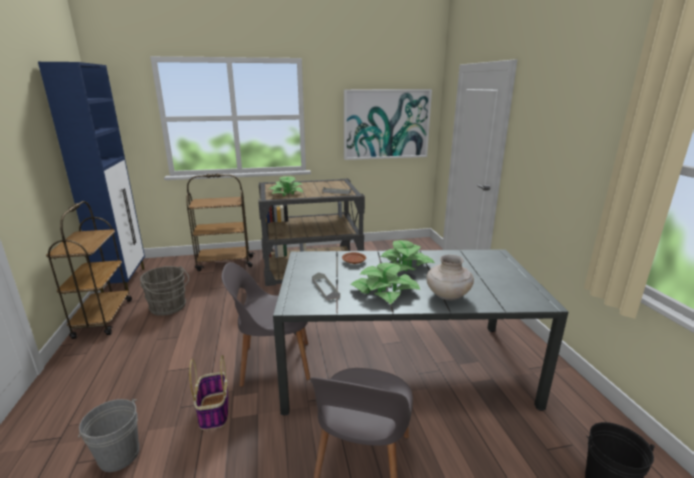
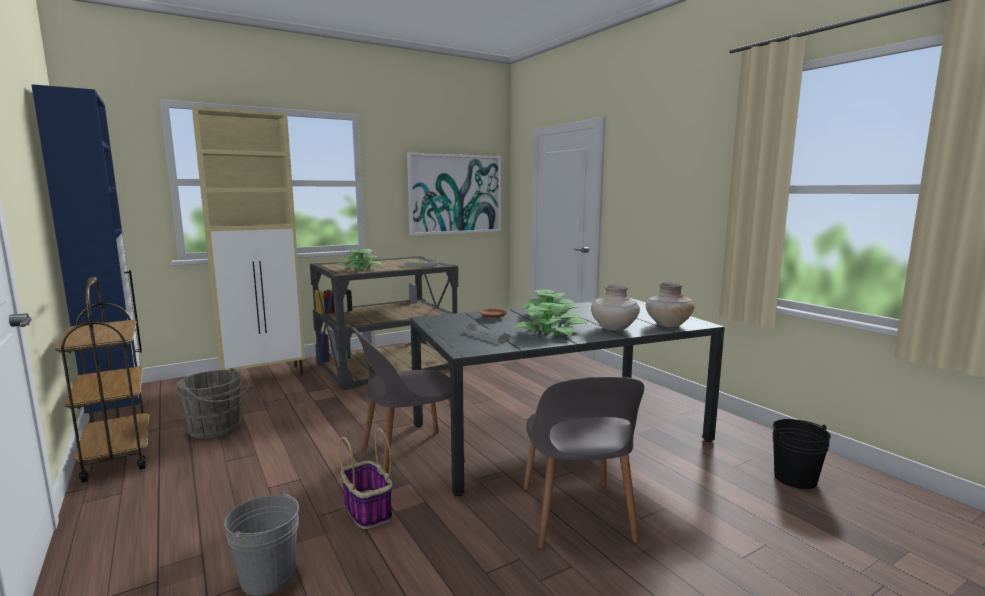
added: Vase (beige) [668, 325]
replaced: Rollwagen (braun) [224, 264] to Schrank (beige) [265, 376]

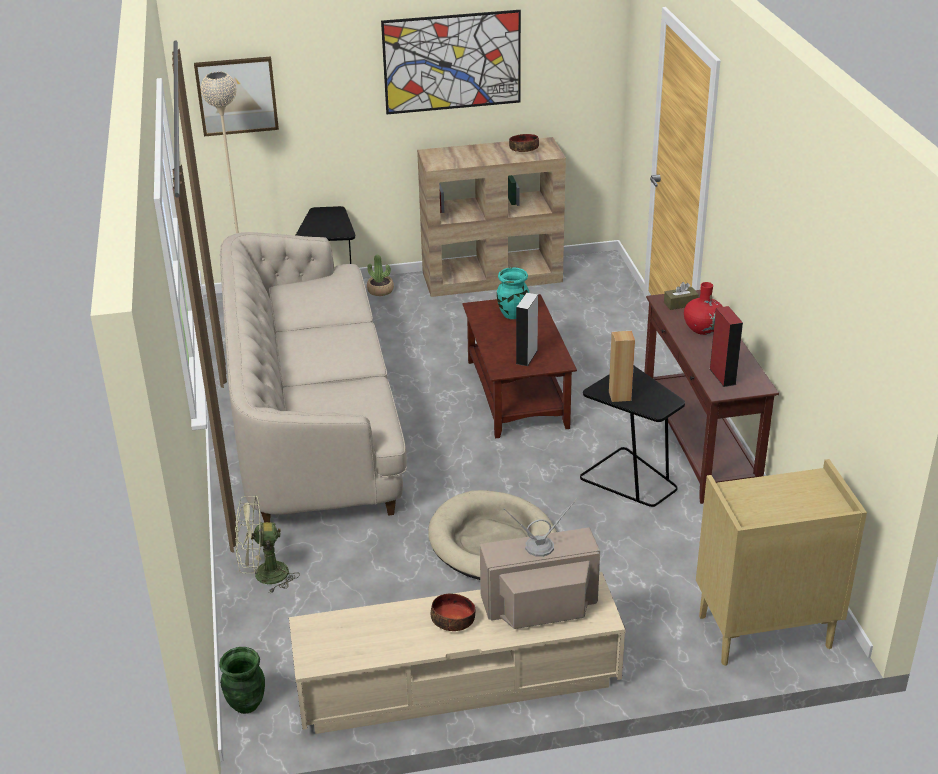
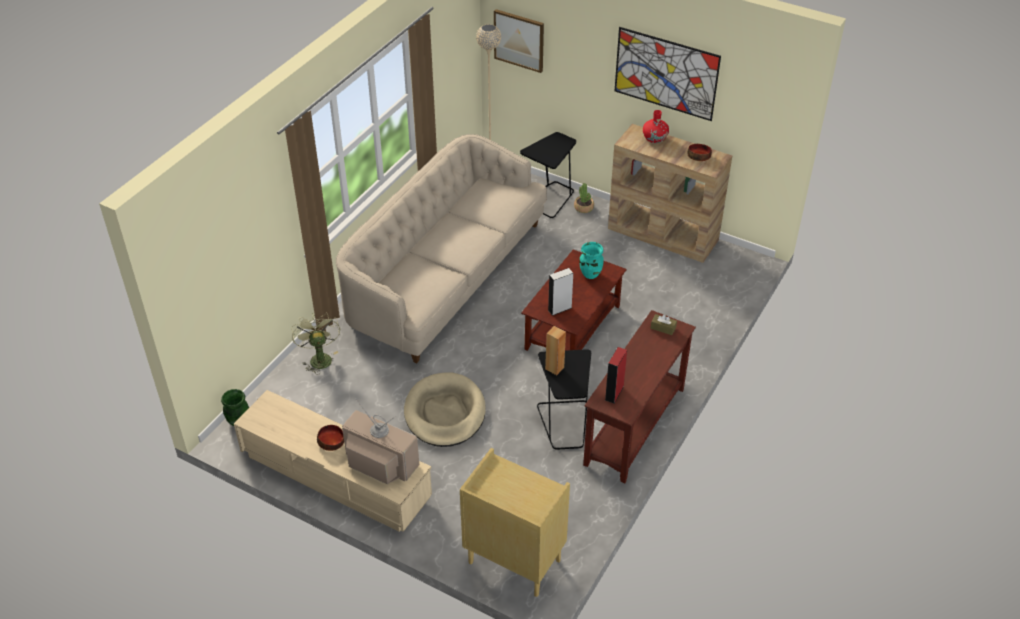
moved: Vase (rot) [702, 329] to [654, 139]
turned: Ventilator (grün) [263, 576] = [319, 358] 45 degrees clockwise

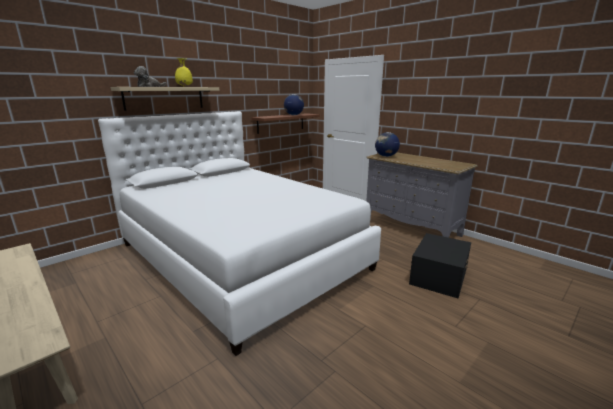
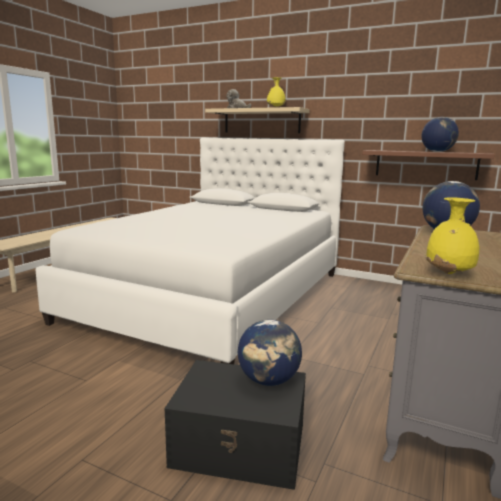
added: Globus [269, 381]; Vase (gelb) [449, 274]

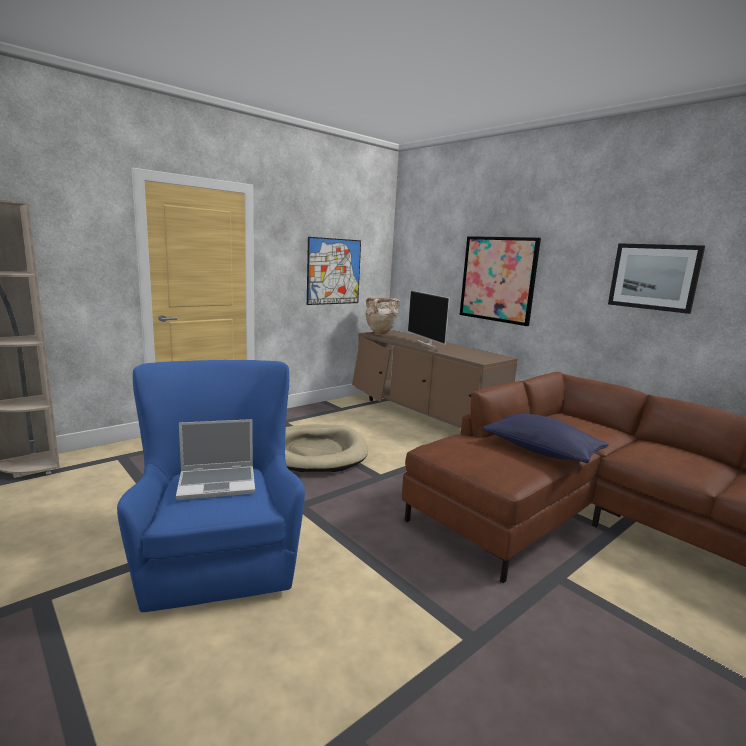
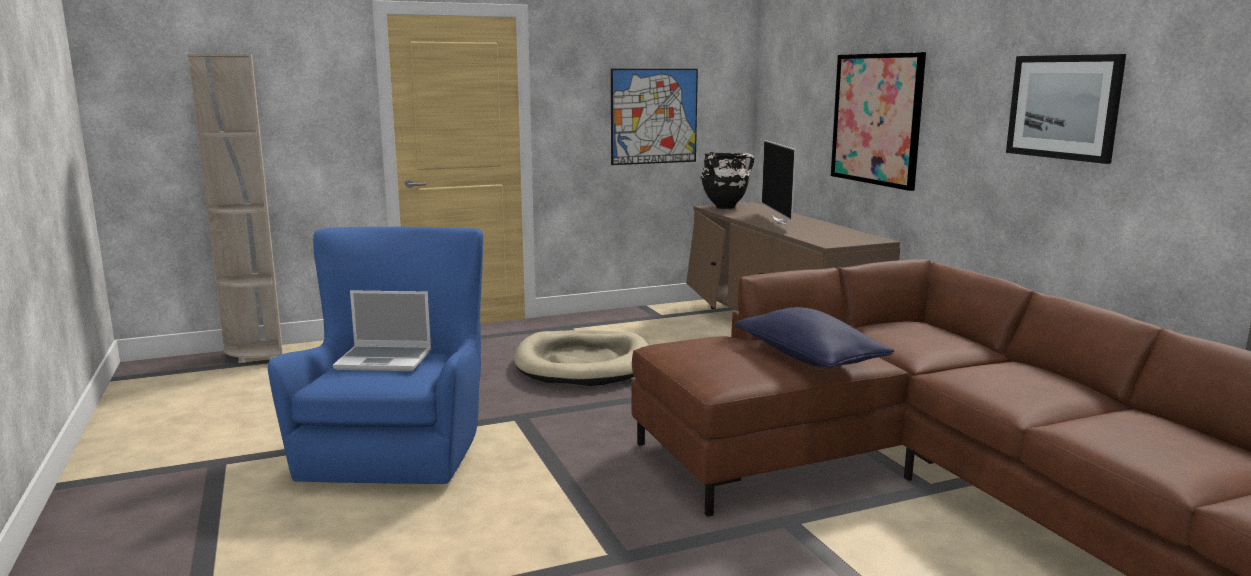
recoloured: Vase (beige) [379, 334] to Vase (schwarz) [723, 208]

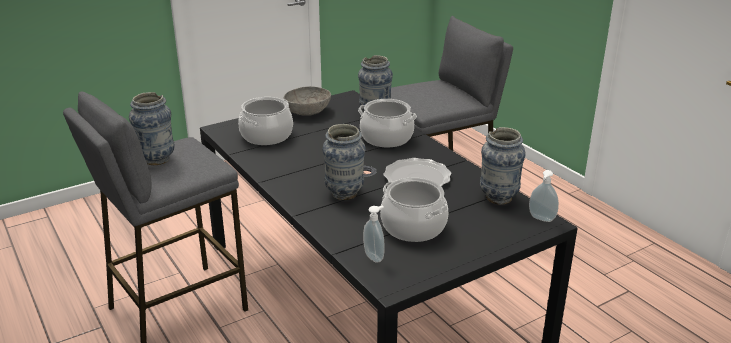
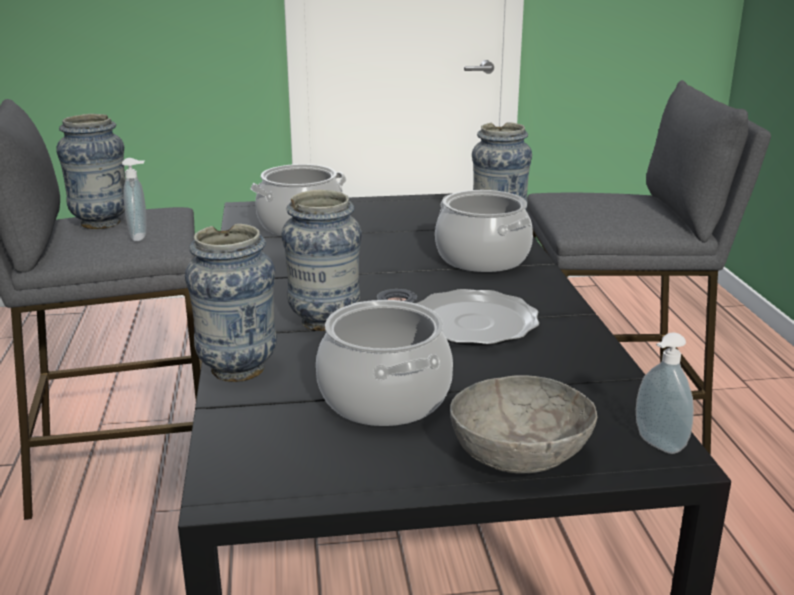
moved: Seifenspender [374, 257] to [141, 236]; Vase [498, 198] to [238, 369]; Schüssel (grau) [308, 111] to [520, 454]

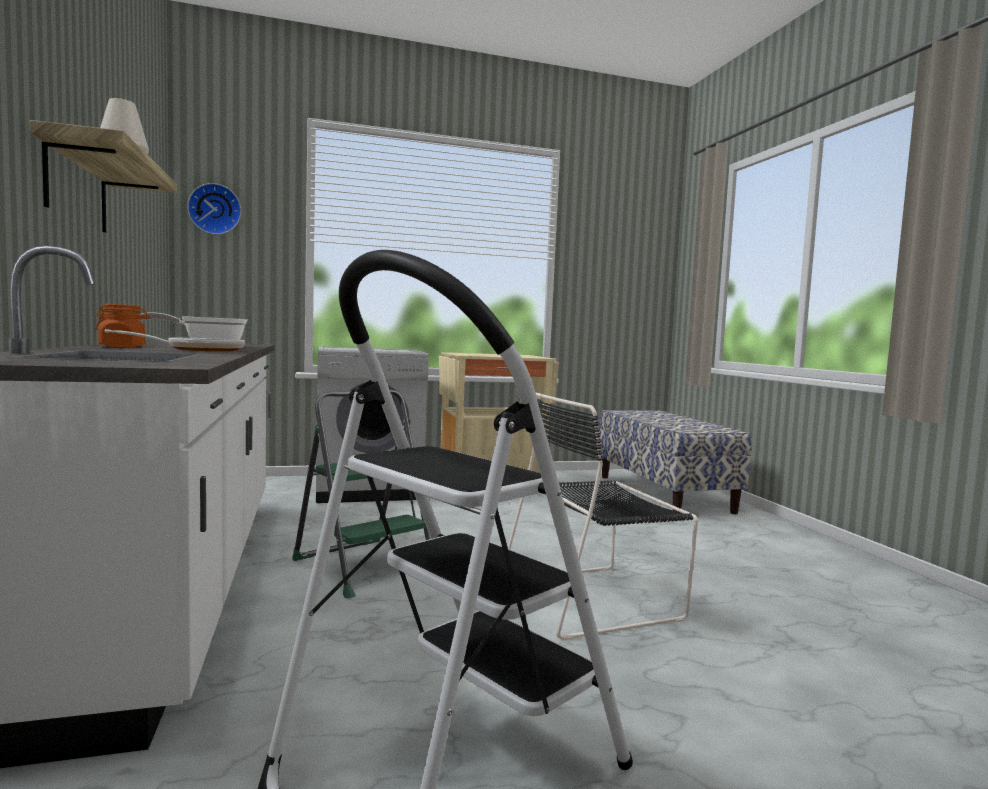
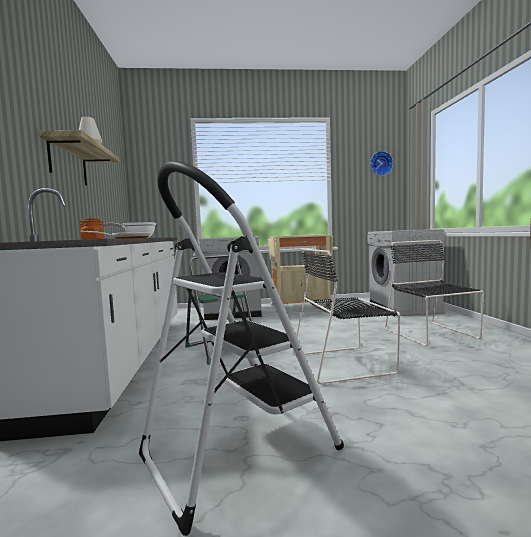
added: Stuhl (schwarz) [432, 334]
moved: Wanduhr [215, 209] to [380, 163]
replaced: Bank [663, 493] to Waschmaschine (weiß) [402, 308]

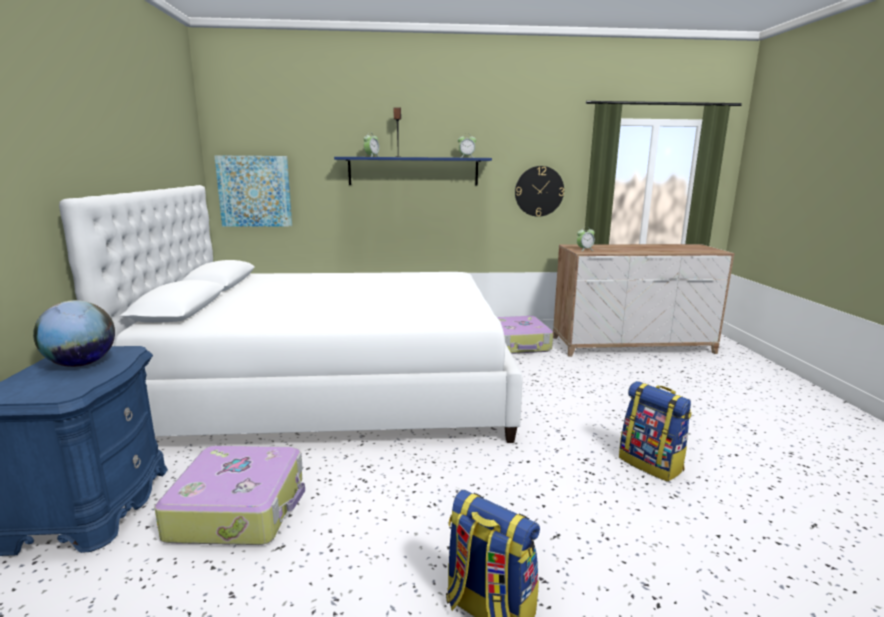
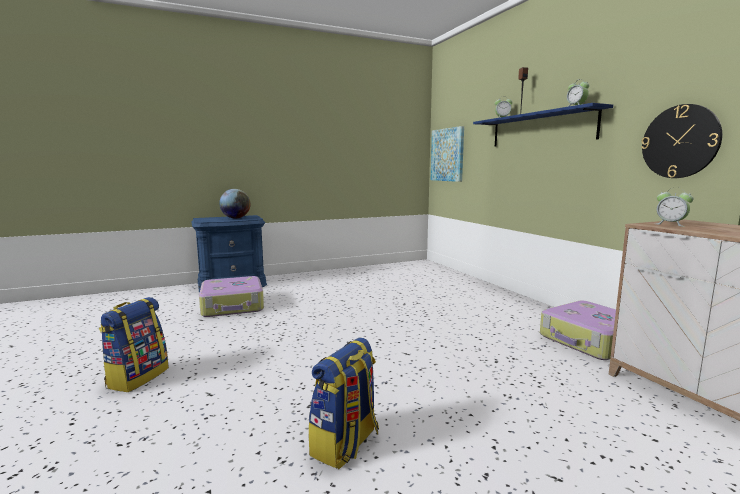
removed: Bett (weiß) [335, 389]

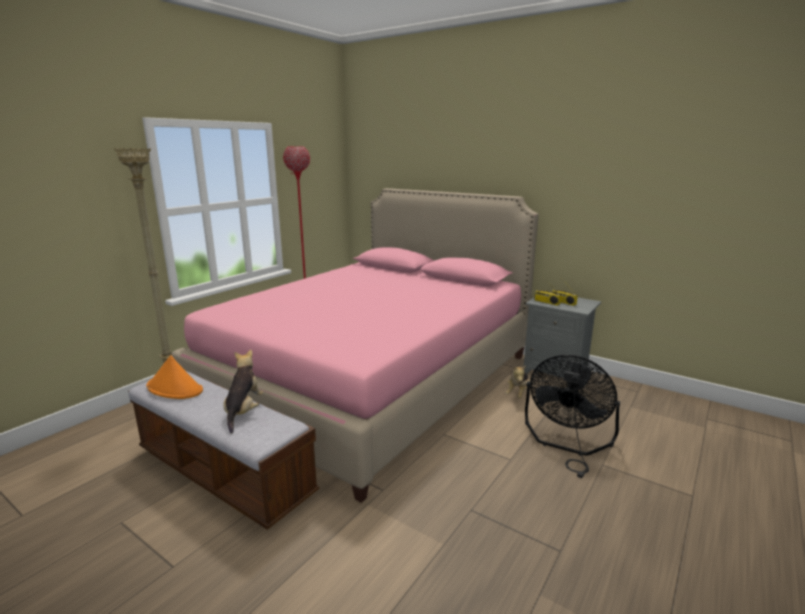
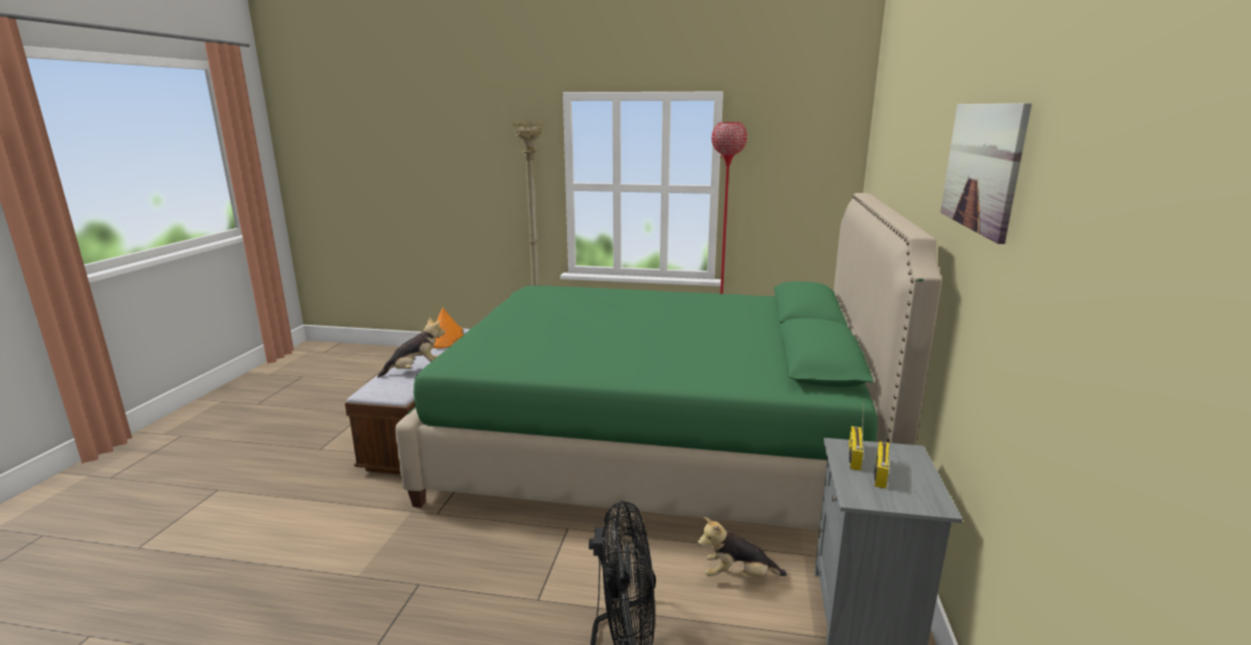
added: Bild [982, 166]
recoloured: Bett (rosa) [373, 381] to Bett (grün) [658, 445]

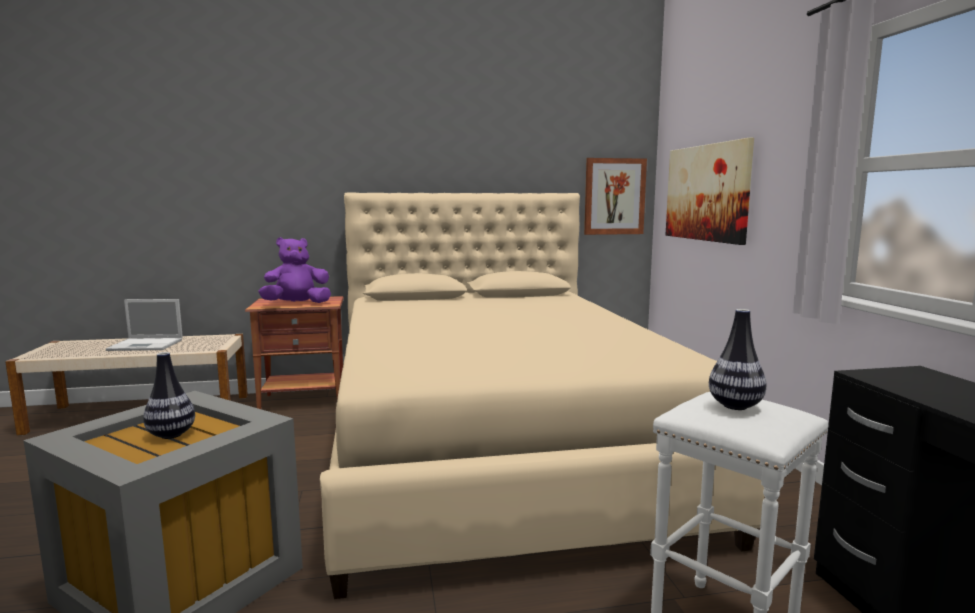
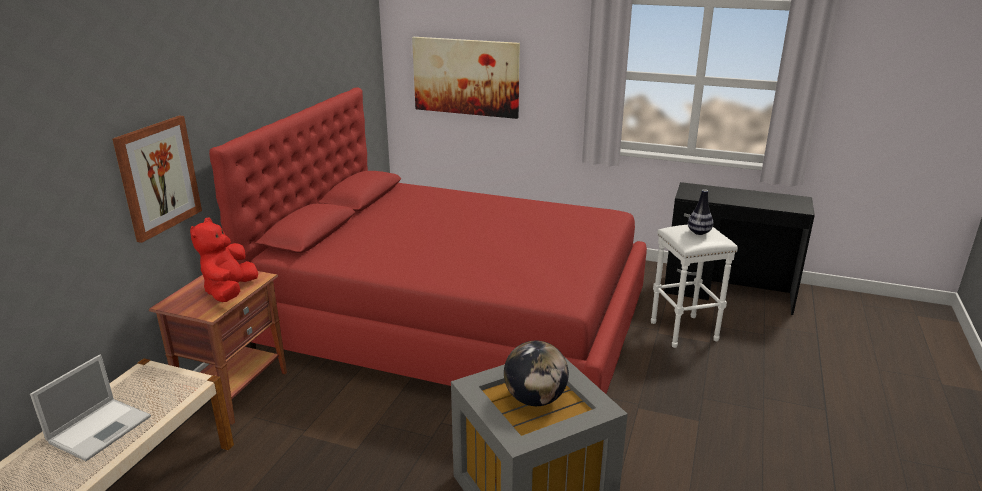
moved: Bild [614, 196] to [158, 177]
replaced: Vase [171, 435] to Globus [535, 399]
recoloured: Plüschtier (lila) [297, 304] to Plüschtier (rot) [230, 292]; Bett (beige) [496, 446] to Bett (rot) [454, 323]

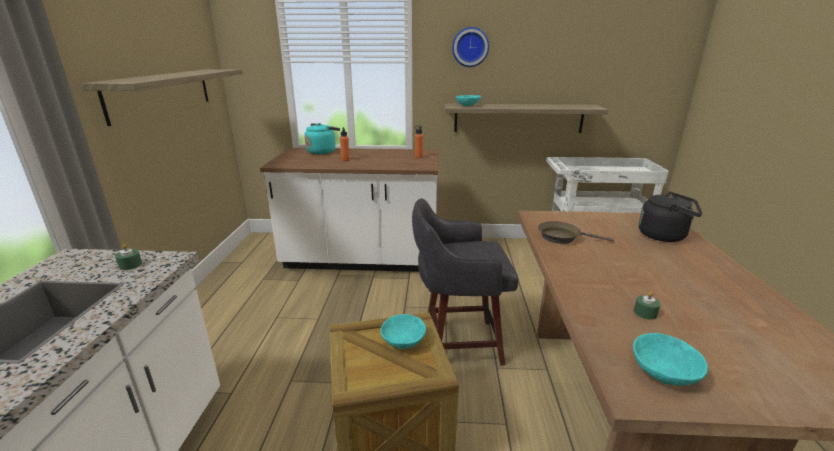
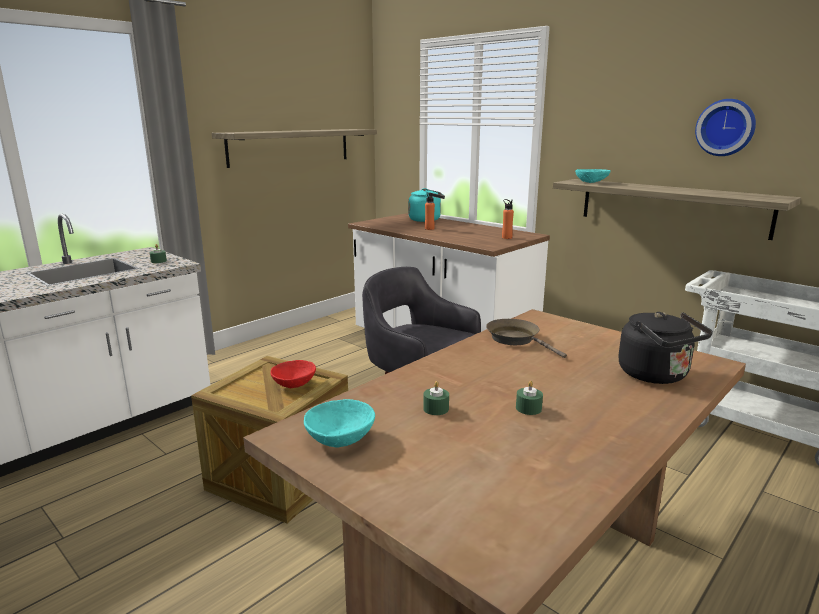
added: Kerze (grün) [528, 408]
moved: Wanduhr [470, 47] to [726, 127]
recoloured: Schüssel (türkis) [403, 341] to Schüssel (rot) [294, 384]

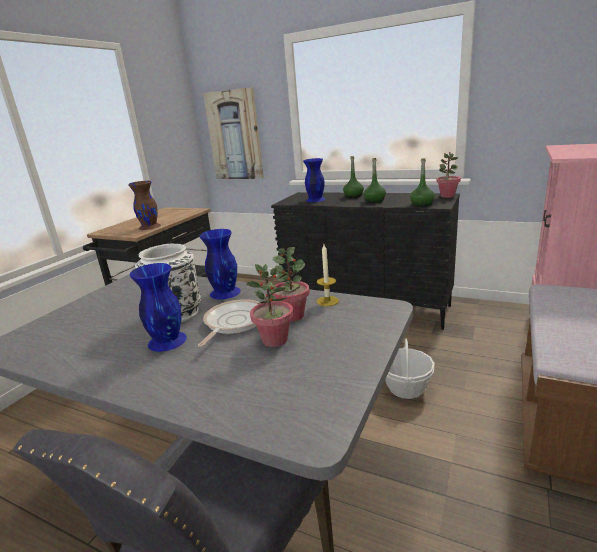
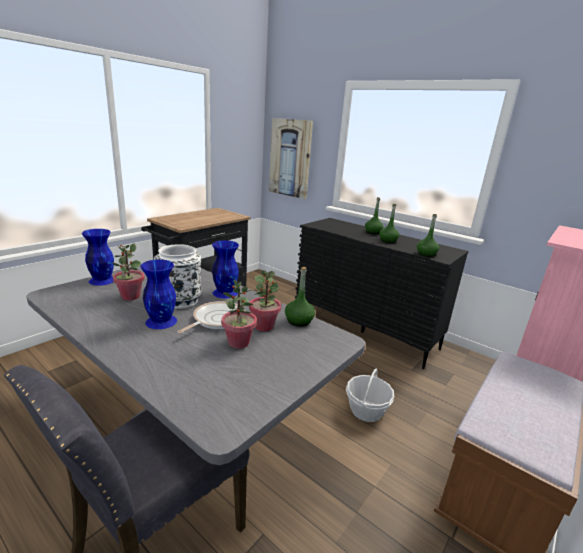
removed: Vase (braun) [150, 226]
moved: Vase (blau) [315, 199] to [102, 280]; Topfpflanze [447, 196] to [130, 296]
replaced: Kerze [327, 301] to Flasche (grün) [299, 321]

